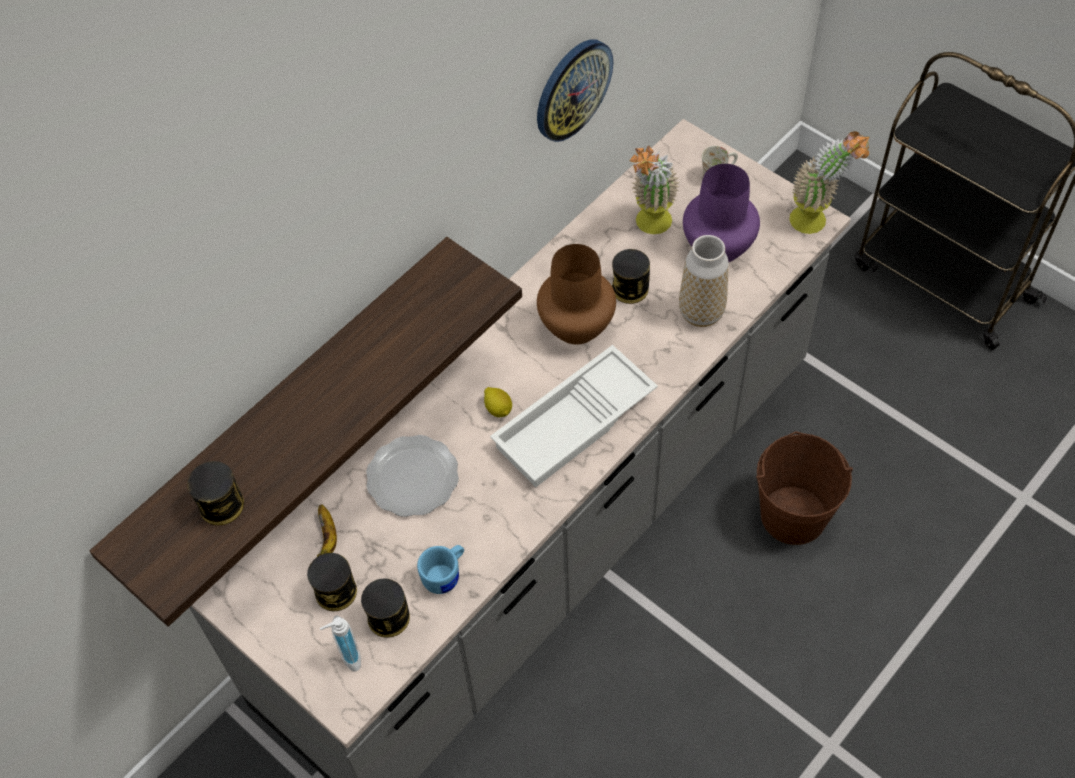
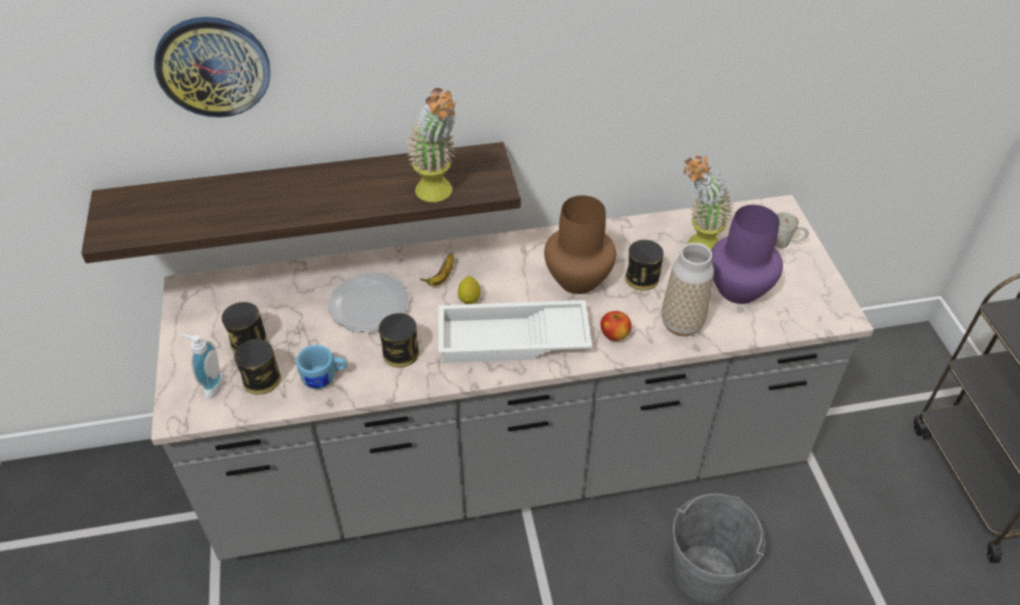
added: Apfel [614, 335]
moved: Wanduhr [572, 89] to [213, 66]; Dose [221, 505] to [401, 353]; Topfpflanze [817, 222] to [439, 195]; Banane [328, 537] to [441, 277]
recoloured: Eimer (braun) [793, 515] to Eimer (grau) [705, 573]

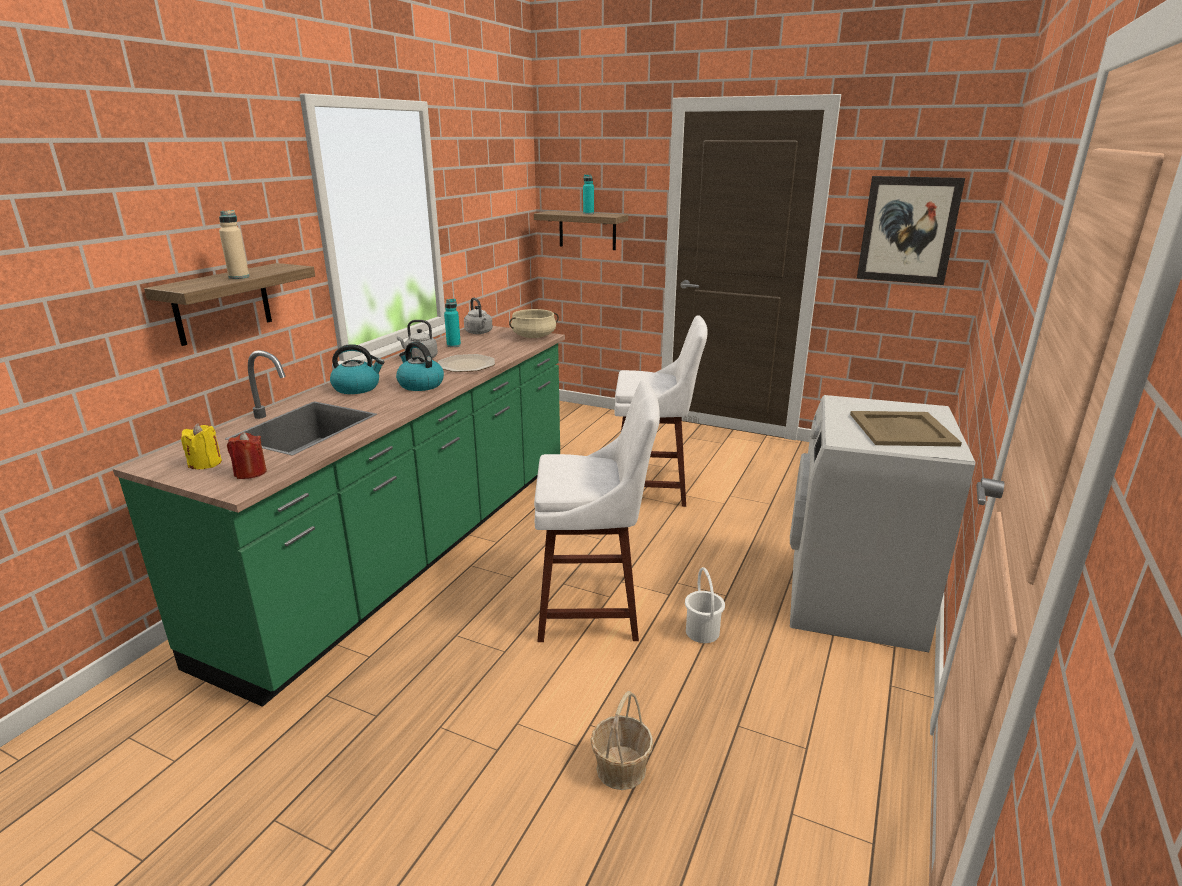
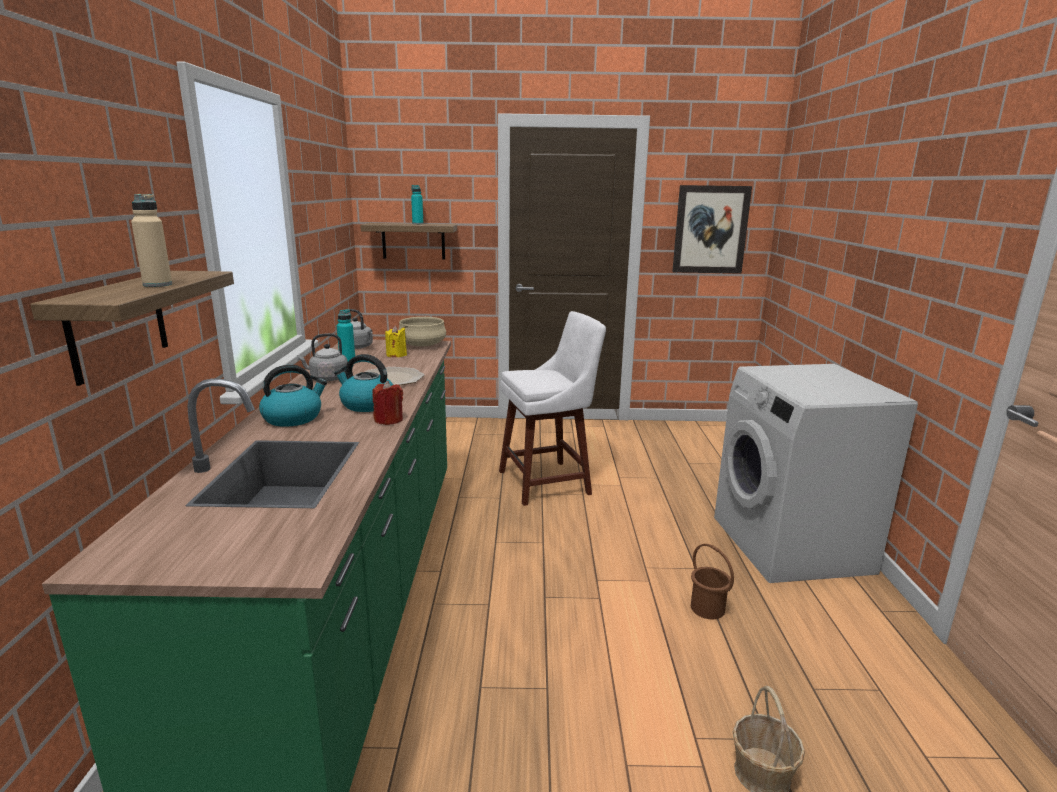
removed: Stuhl (weiß) [595, 607]; Tablett (beige) [902, 429]
moved: Kerze (rot) [250, 472] to [388, 420]; Kerze (gelb) [205, 463] to [396, 355]
recoloured: Eimer (weiß) [703, 632] to Eimer (braun) [707, 608]

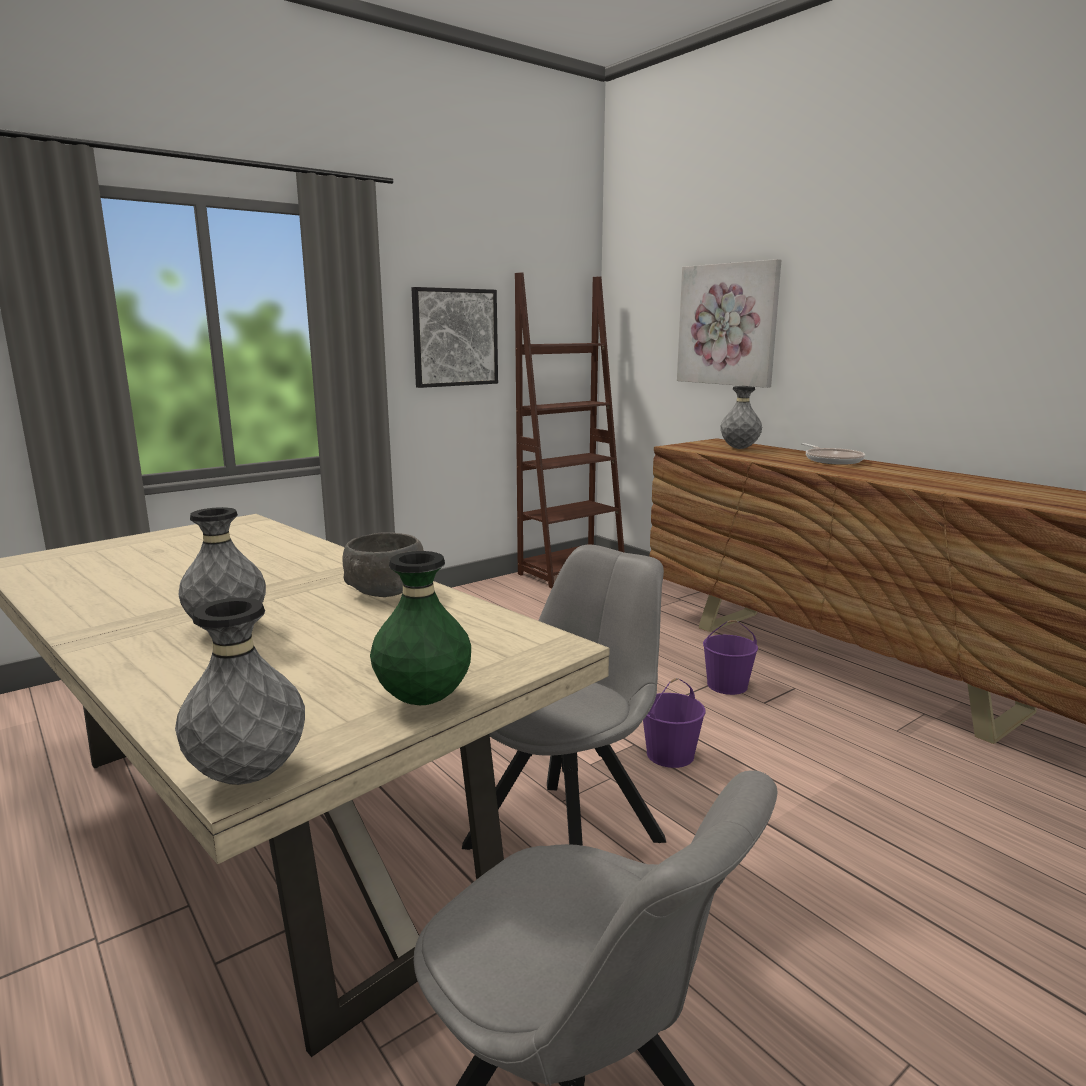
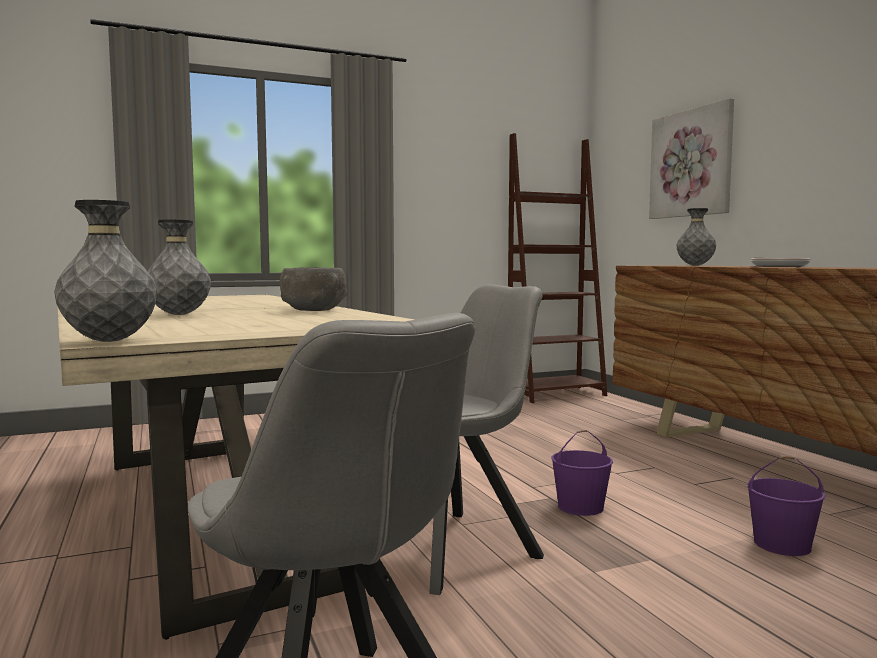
removed: Vase (grün) [423, 700]; Bild [455, 337]
moved: Eimer (lila) [727, 685] to [783, 544]

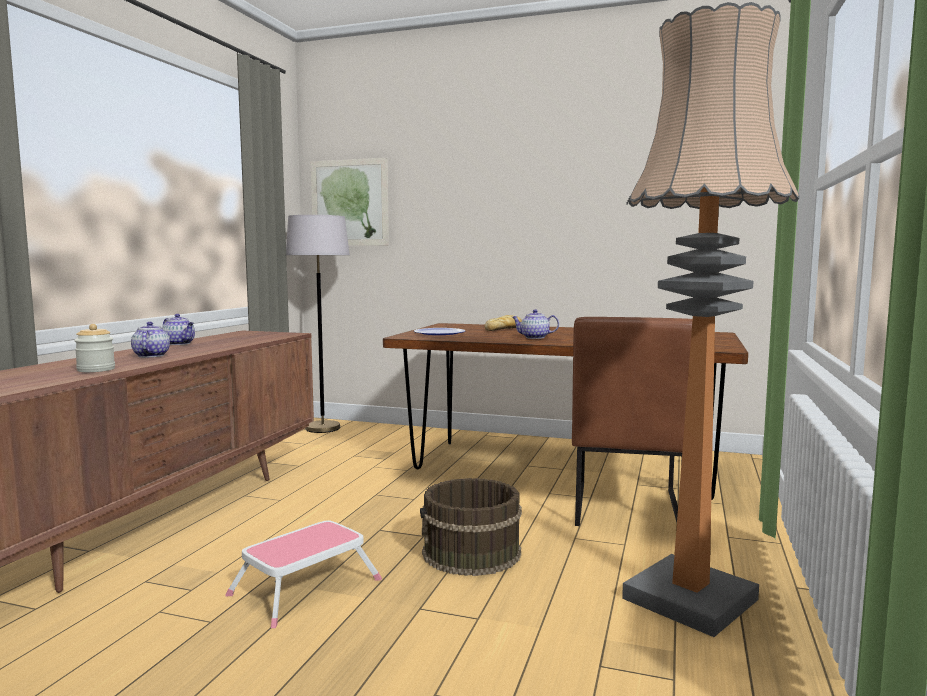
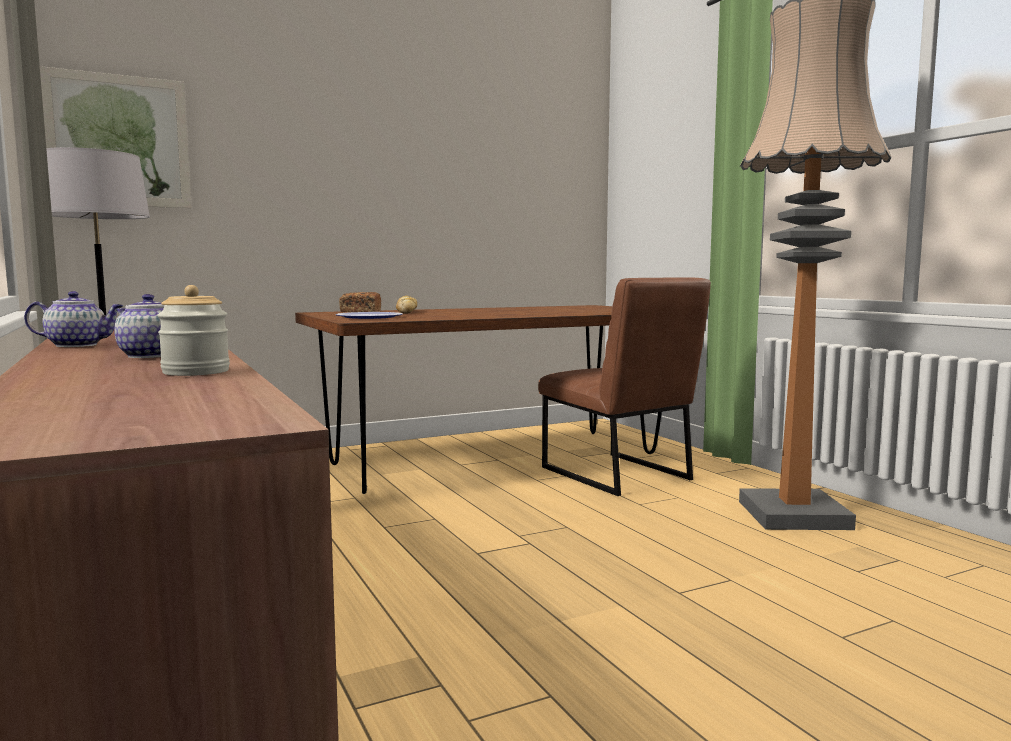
removed: Trittleiter (rosa) [305, 587]; Eimer (braun) [471, 553]; Teekanne [534, 337]
added: Brot [360, 311]

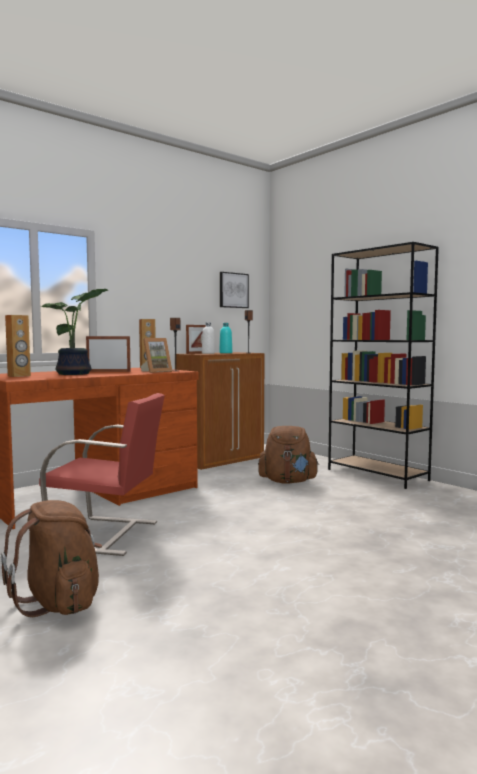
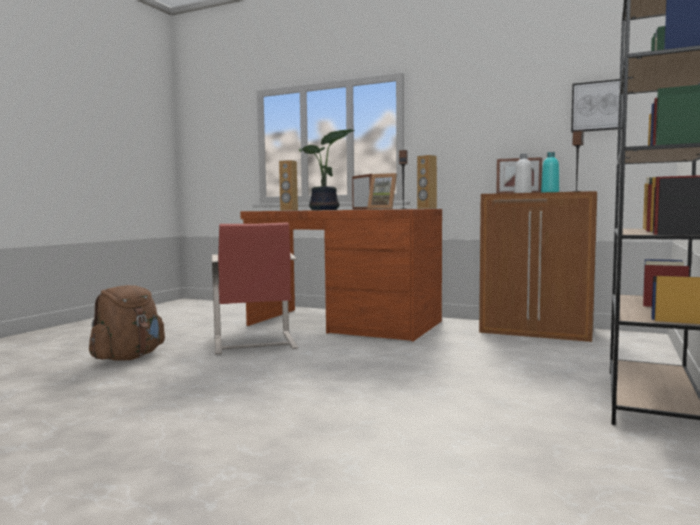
removed: Rucksack (braun) [288, 481]

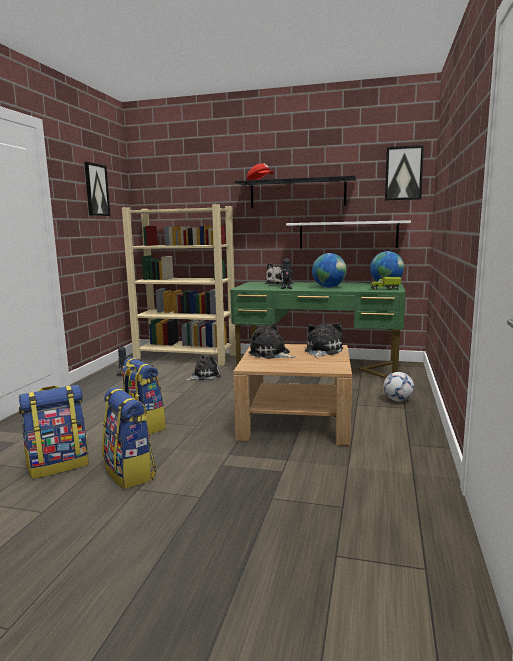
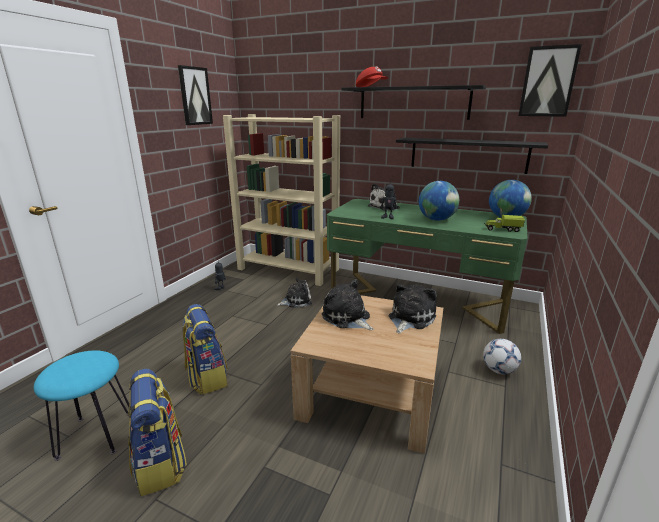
replaced: Rucksack [59, 465] to Hocker (türkis) [96, 434]
recoloured: Wandregal (weiß) [348, 235] to Wandregal (schwarz) [468, 155]

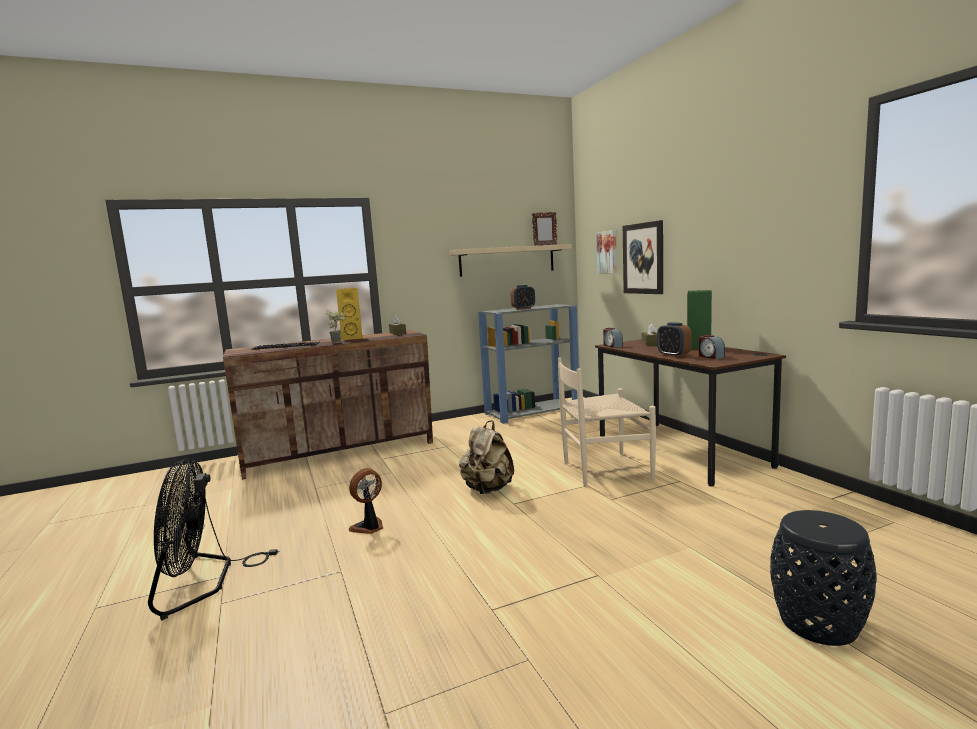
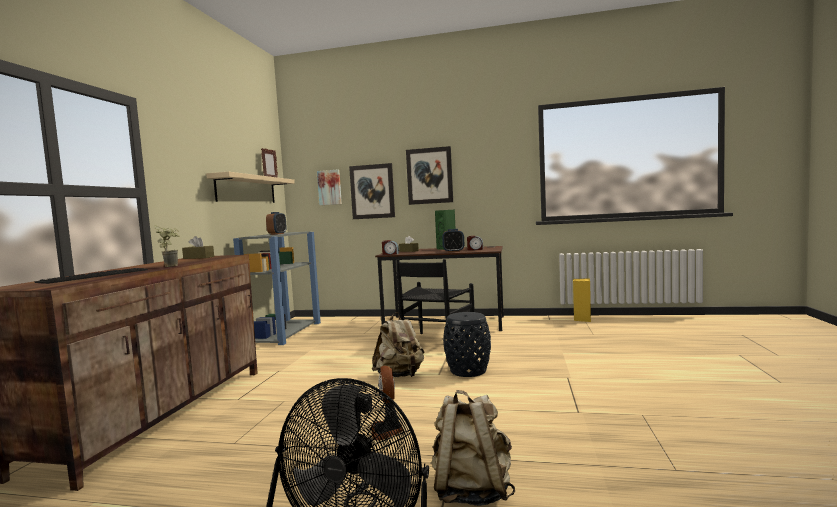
added: Bild [429, 176]; Rucksack (beige) [472, 491]
moved: Hocker (schwarz) [817, 623] to [468, 371]; Lautsprecher (gelb) [352, 338] to [582, 319]
recoloured: Stuhl (beige) [604, 470] to Stuhl (schwarz) [436, 342]

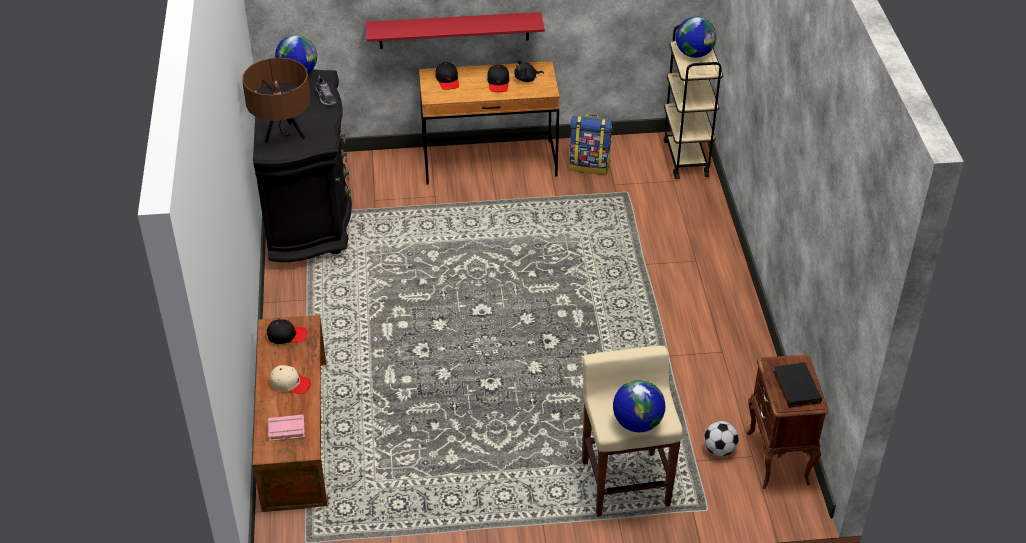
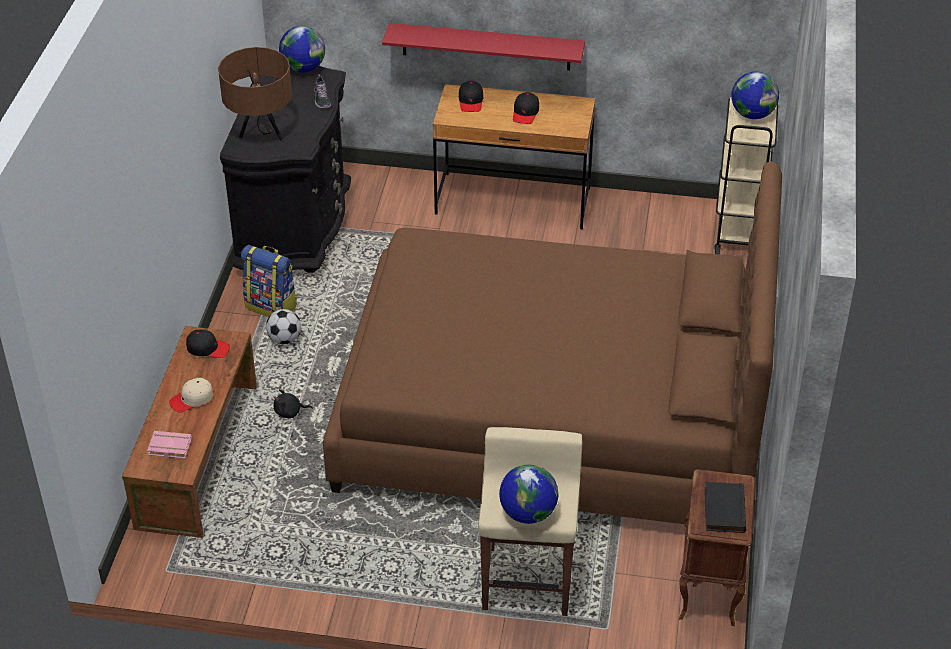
added: Bett (braun) [552, 416]
moved: Rucksack [589, 165] to [272, 306]; Fußball [719, 449] to [284, 339]; Plüschtier (schwarz) [527, 79] to [290, 412]
turned: Kappe (beige) [290, 383] = [192, 399] 120 degrees clockwise

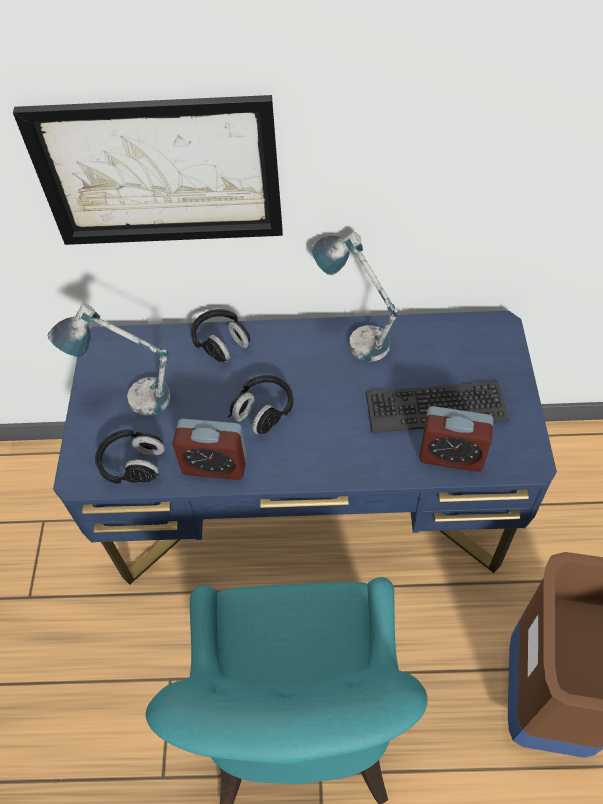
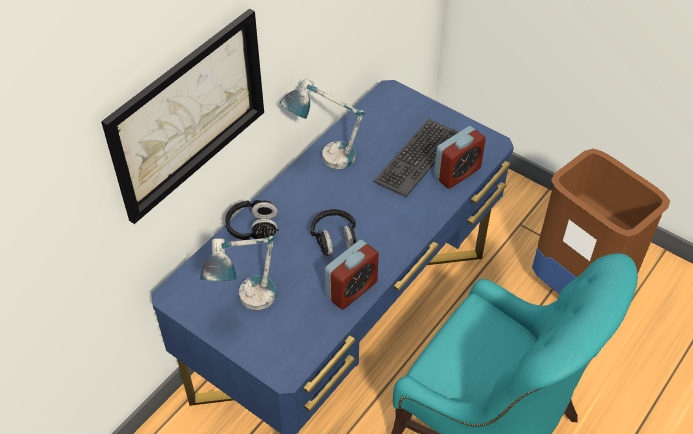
removed: Kopfhörer (schwarz) [133, 465]

